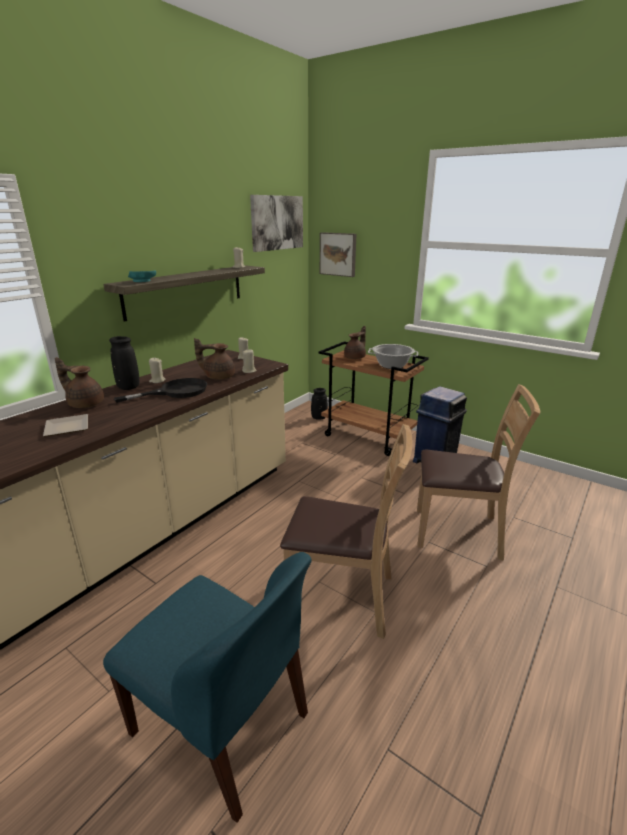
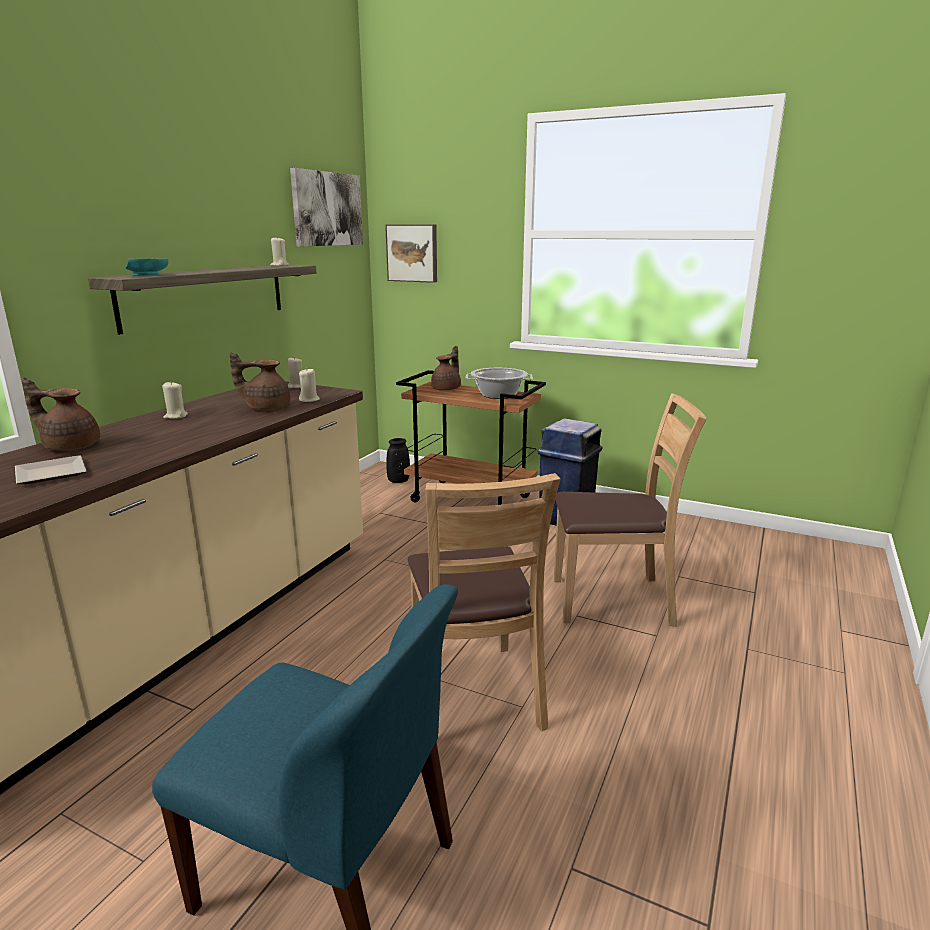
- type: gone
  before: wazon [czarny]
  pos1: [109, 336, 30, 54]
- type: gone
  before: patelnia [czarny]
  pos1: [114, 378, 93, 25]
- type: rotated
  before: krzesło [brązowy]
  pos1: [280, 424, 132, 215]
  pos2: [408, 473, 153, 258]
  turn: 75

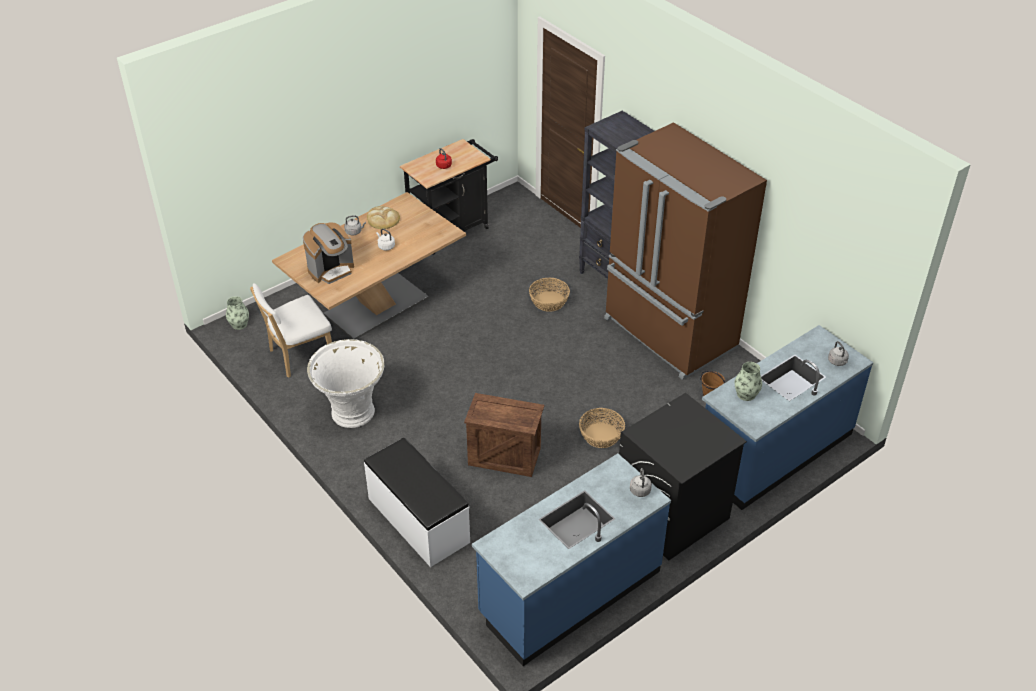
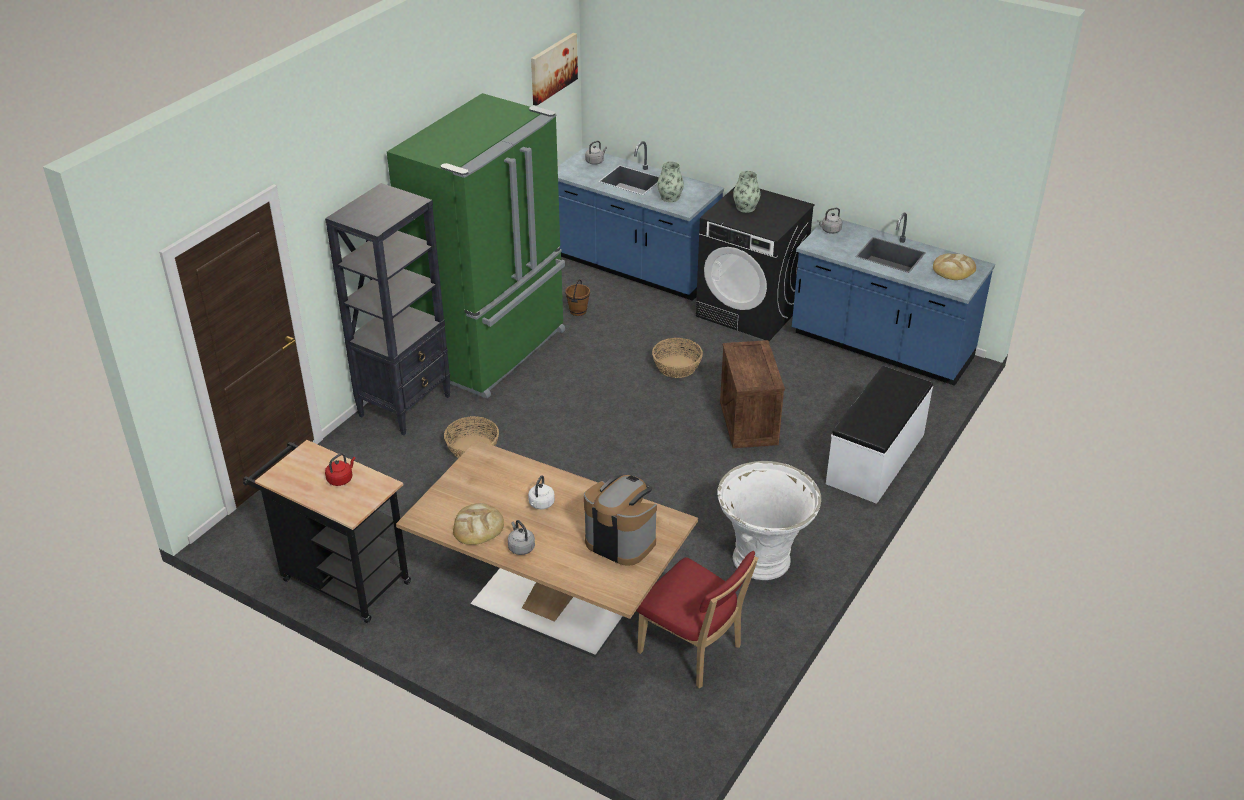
- type: shifted
  before: wazon
  pos1: [226, 296, 23, 34]
  pos2: [733, 171, 28, 42]
- type: repainted
  before: krzesło [biały]
  after: krzesło [czerwony]
  pos1: [250, 283, 82, 95]
  pos2: [636, 551, 122, 137]
- type: repainted
  before: lodówka [brązowy]
  after: lodówka [zielony]
  pos1: [604, 122, 163, 258]
  pos2: [387, 93, 178, 306]
- type: new
  after: obraz
  pos2: [531, 33, 47, 73]
- type: new
  after: chleb
  pos2: [933, 253, 43, 27]

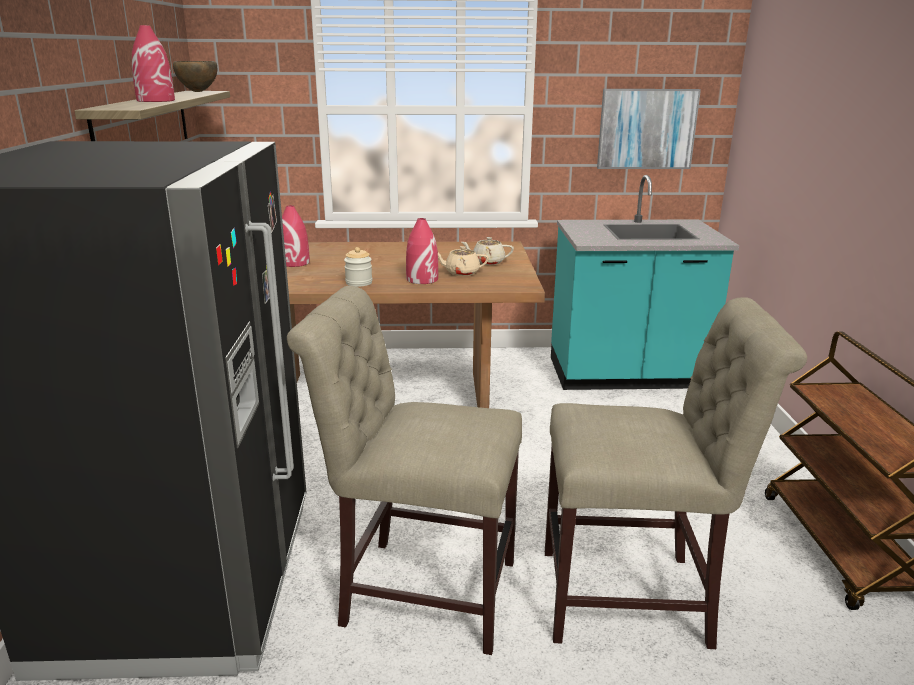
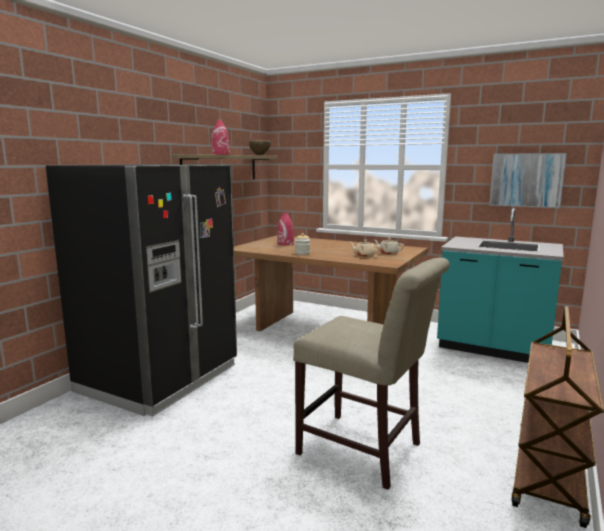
- type: gone
  before: krzesło [beżowy]
  pos1: [287, 286, 235, 369]
- type: gone
  before: wazon [czerwony]
  pos1: [406, 218, 32, 66]

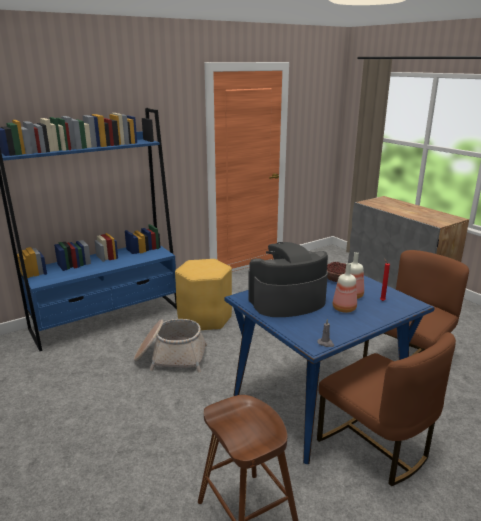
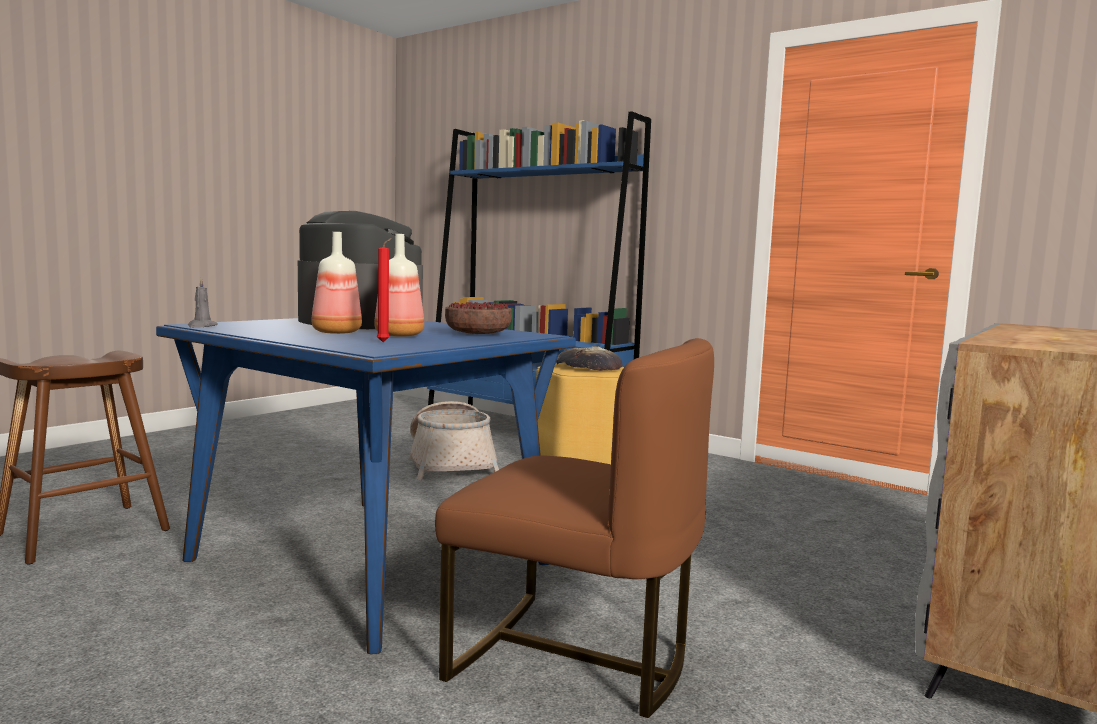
- type: gone
  before: krzesło [brązowy]
  pos1: [317, 332, 139, 154]
- type: new
  after: chleb
  pos2: [556, 346, 67, 25]

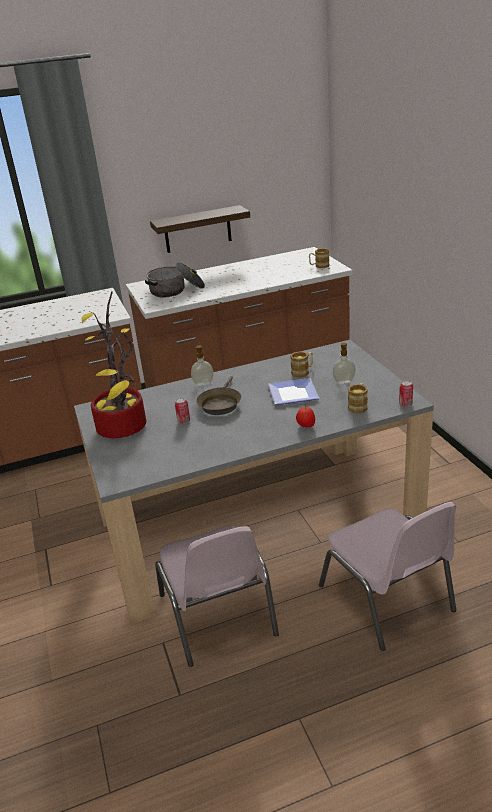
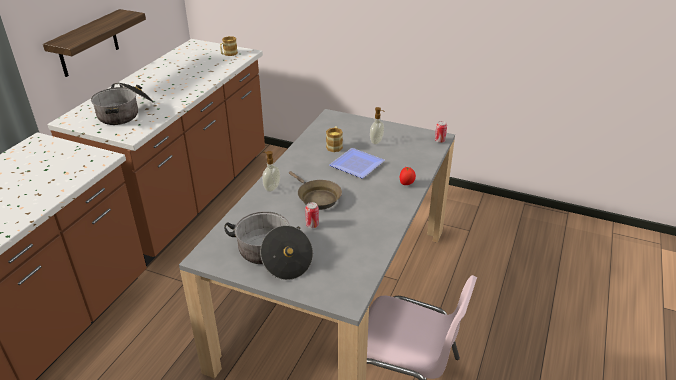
- type: swapped
  before: roślina doniczkowa
  after: garnek
  pos1: [82, 291, 64, 147]
  pos2: [224, 211, 89, 69]
- type: gone
  before: krzesło [różowy]
  pos1: [319, 502, 138, 149]
- type: gone
  before: kubek
  pos1: [348, 383, 20, 30]

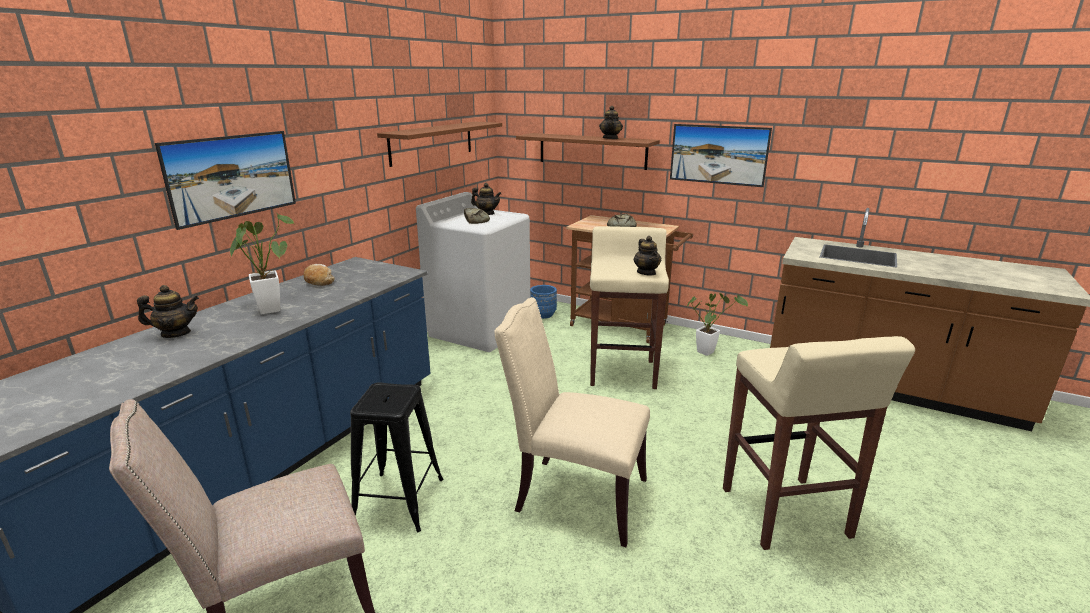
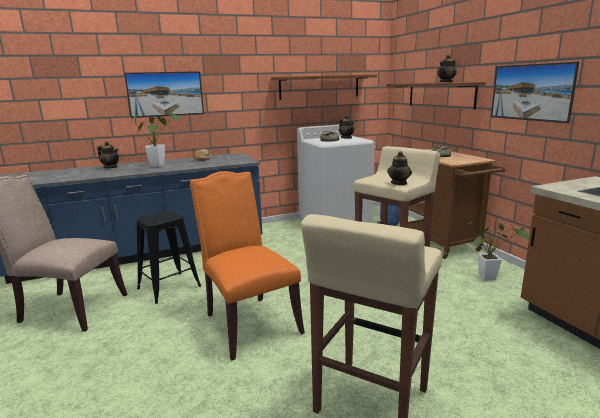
- type: repainted
  before: krzesło [beżowy]
  after: krzesło [pomarańczowy]
  pos1: [494, 297, 156, 250]
  pos2: [190, 171, 115, 189]

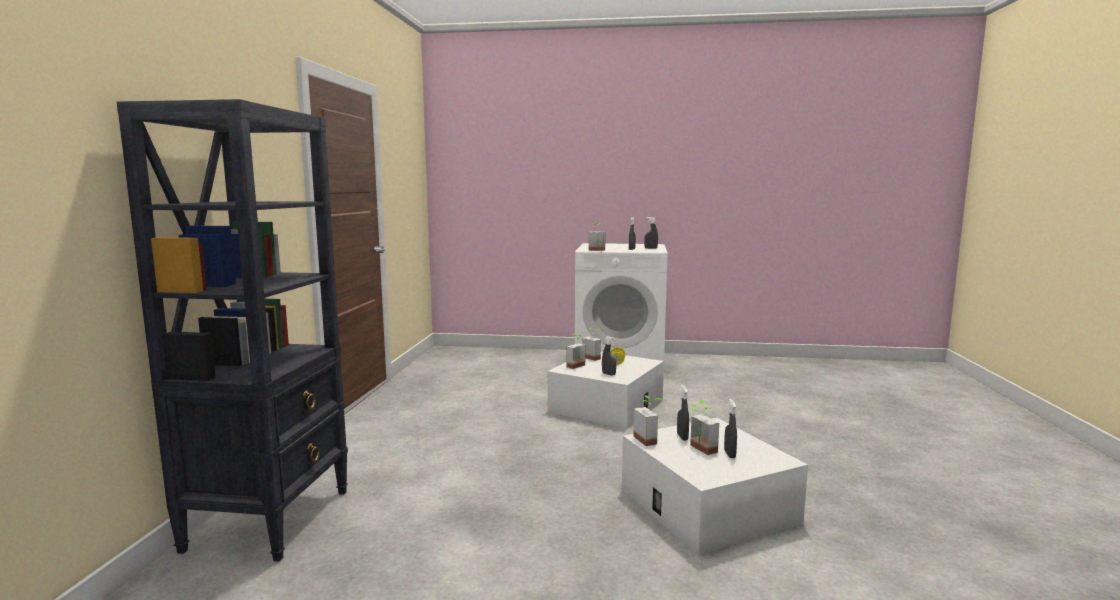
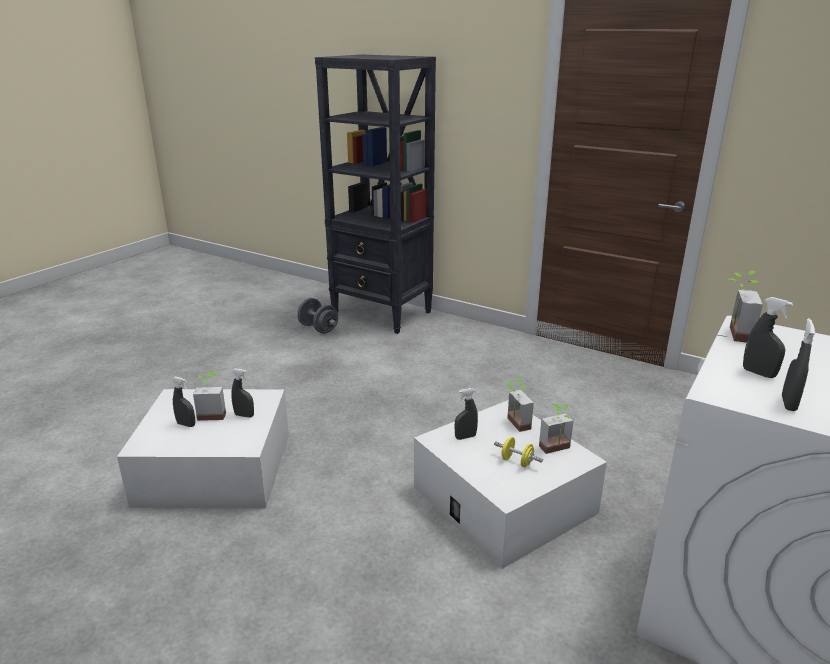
- type: gone
  before: roślina doniczkowa
  pos1: [633, 395, 28, 51]
- type: new
  after: hantel [szary]
  pos2: [297, 298, 41, 36]

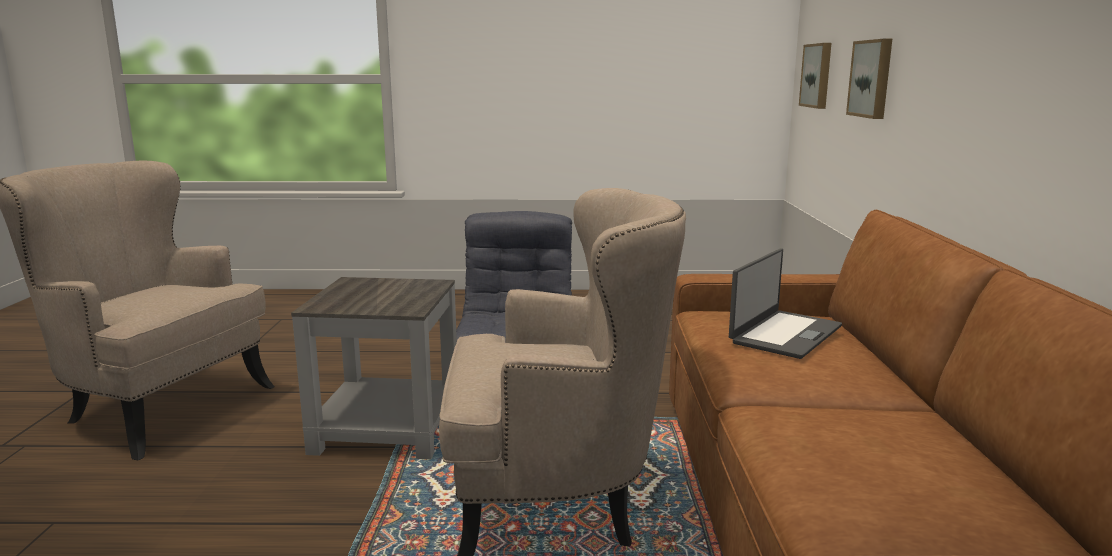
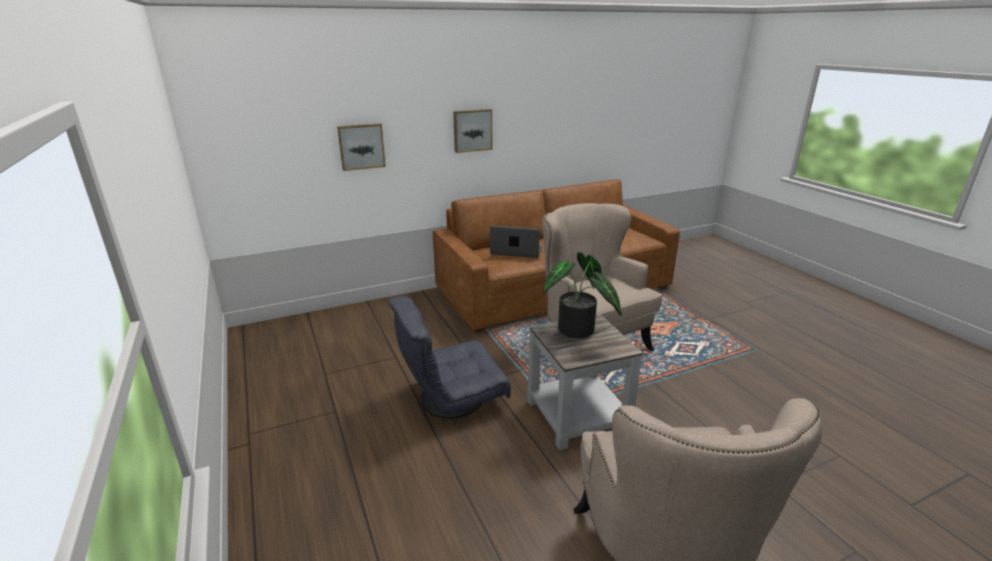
- type: shifted
  before: obraz
  pos1: [799, 43, 33, 66]
  pos2: [453, 109, 39, 44]
- type: new
  after: roślina doniczkowa
  pos2: [543, 252, 79, 86]

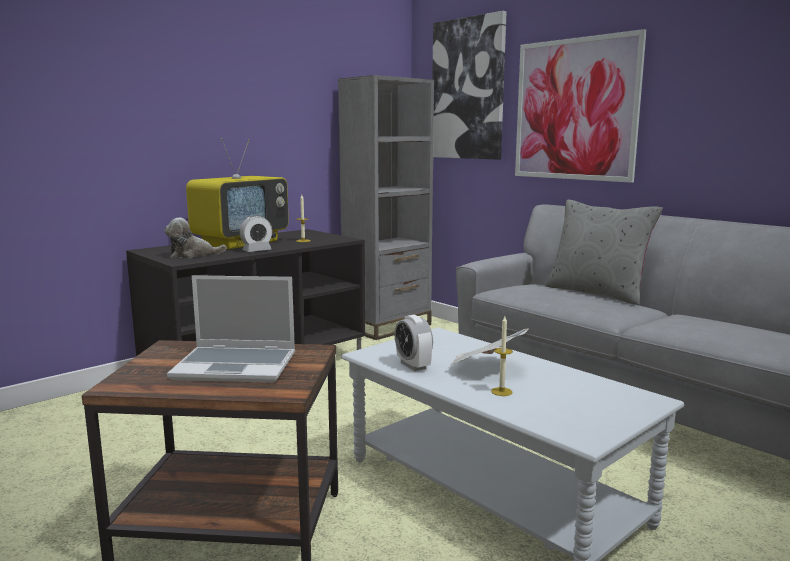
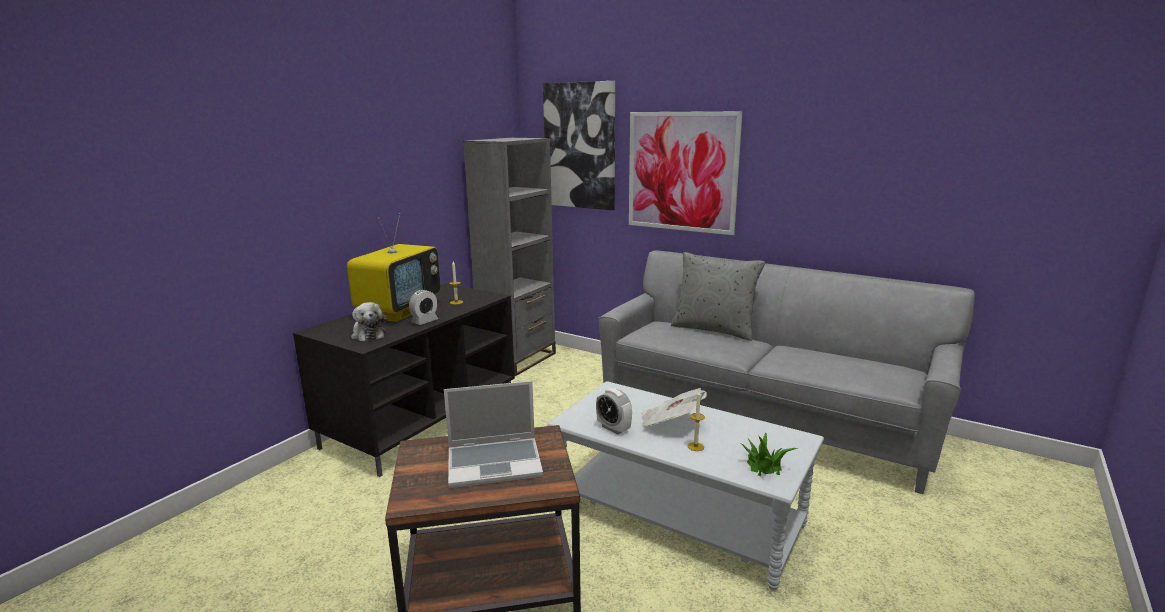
- type: rotated
  before: pluszak
  pos1: [164, 218, 63, 40]
  pos2: [351, 302, 37, 40]
  turn: -90
- type: new
  after: roślina doniczkowa
  pos2: [742, 433, 56, 43]

